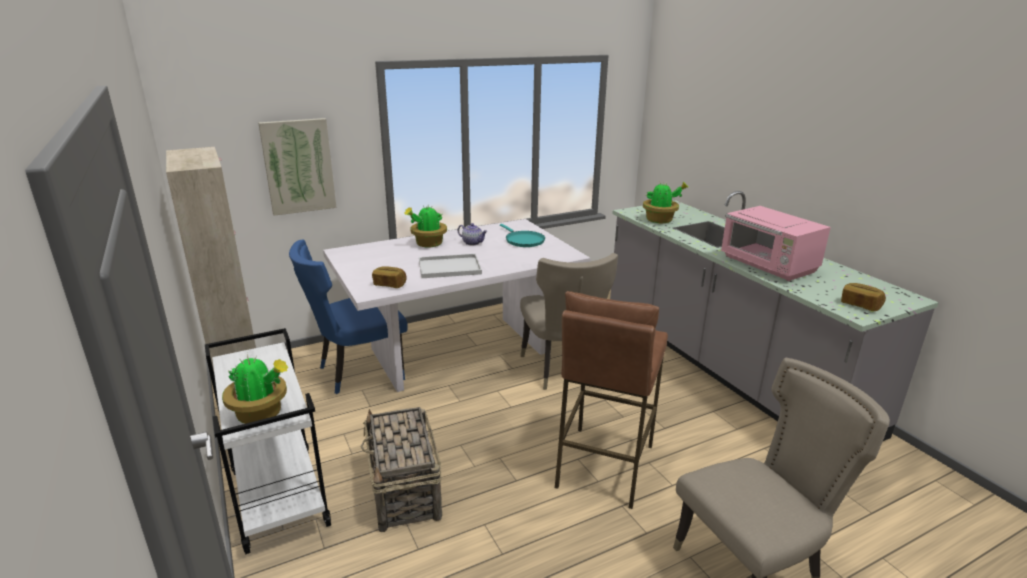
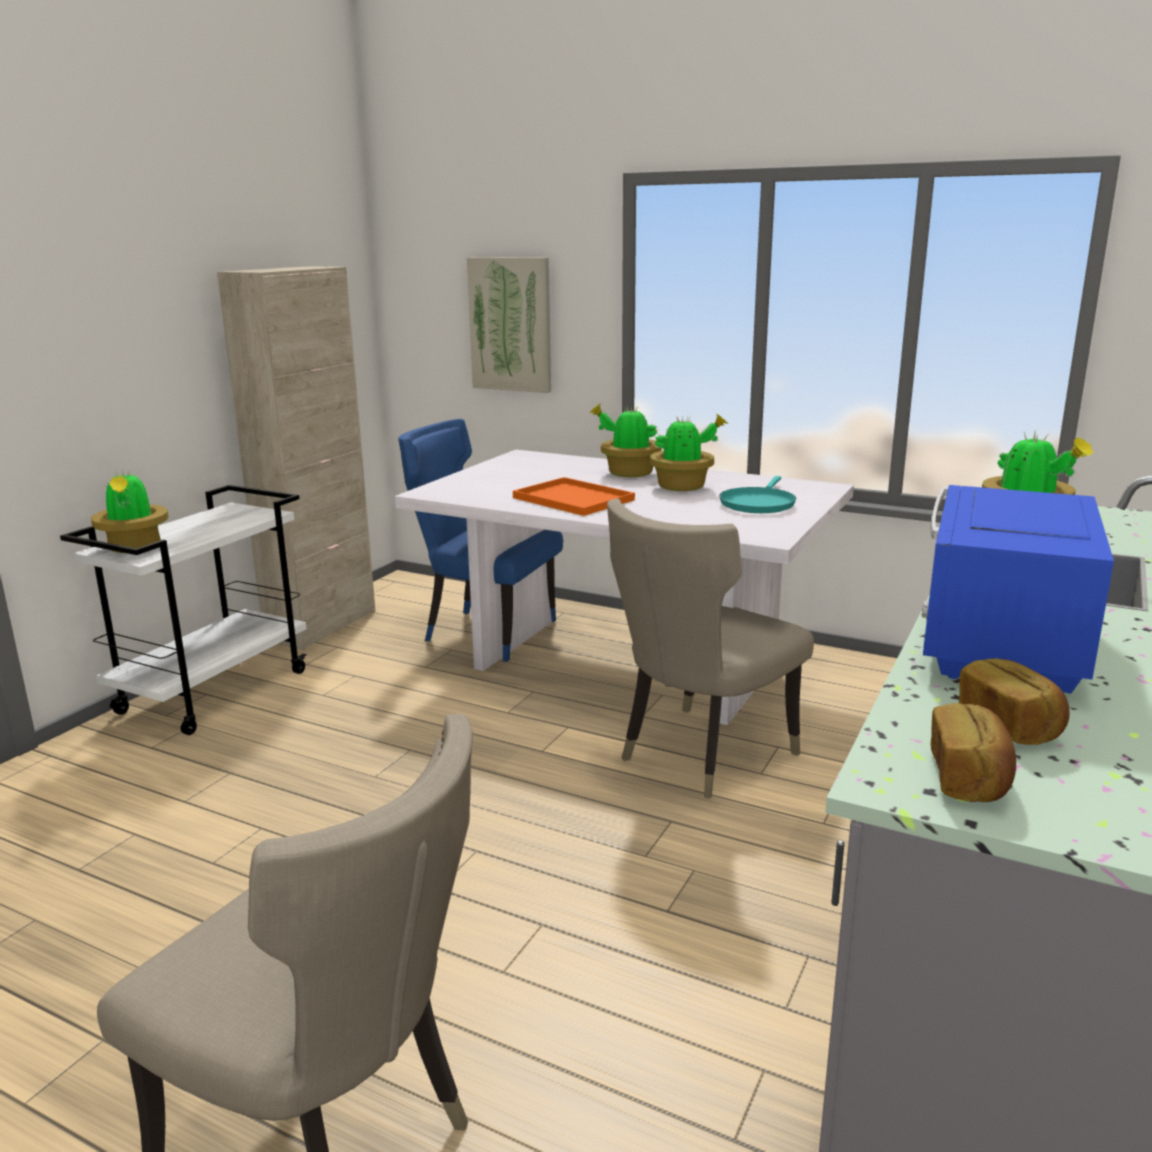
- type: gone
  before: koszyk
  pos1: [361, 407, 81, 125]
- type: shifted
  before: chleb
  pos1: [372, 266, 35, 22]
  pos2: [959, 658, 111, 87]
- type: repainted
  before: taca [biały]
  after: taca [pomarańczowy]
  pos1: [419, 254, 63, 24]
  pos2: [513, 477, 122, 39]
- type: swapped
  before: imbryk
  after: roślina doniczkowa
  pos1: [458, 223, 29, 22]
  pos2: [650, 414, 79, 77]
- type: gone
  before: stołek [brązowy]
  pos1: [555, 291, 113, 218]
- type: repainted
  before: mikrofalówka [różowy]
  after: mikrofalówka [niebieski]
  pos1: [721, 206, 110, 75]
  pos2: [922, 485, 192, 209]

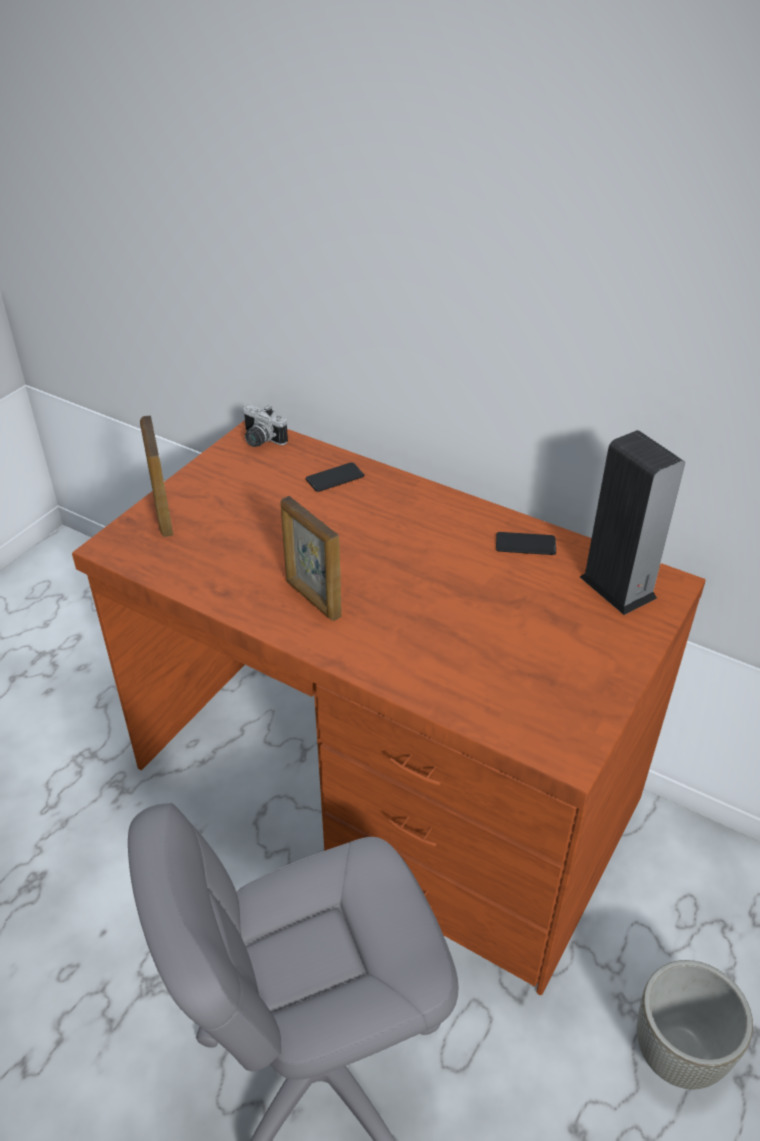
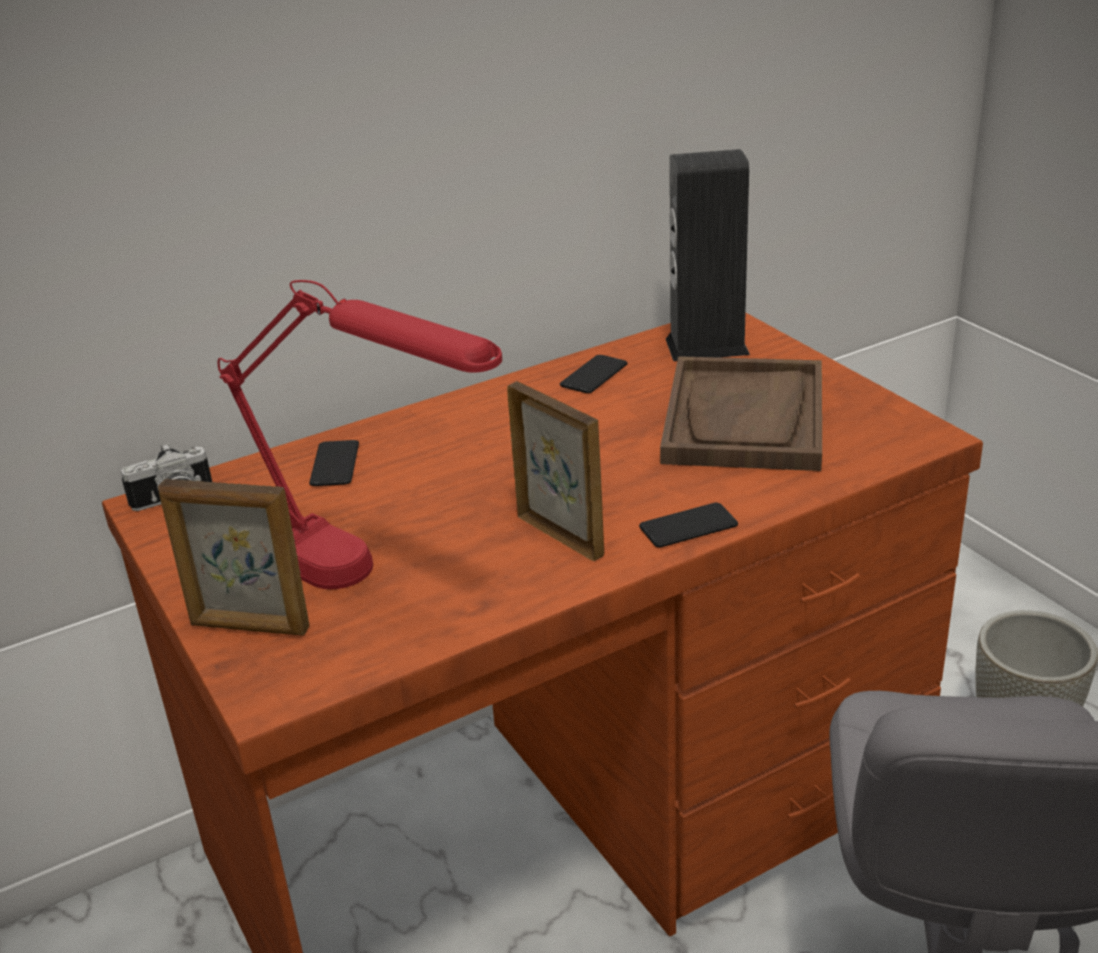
- type: rotated
  before: ramka na zdjęcie
  pos1: [280, 496, 62, 125]
  pos2: [507, 381, 97, 181]
  turn: -120
- type: new
  after: lampa stołowa [czerwony]
  pos2: [218, 280, 284, 309]
- type: new
  after: telefon
  pos2: [639, 503, 99, 44]
- type: new
  after: taca [brązowy]
  pos2: [660, 356, 162, 115]

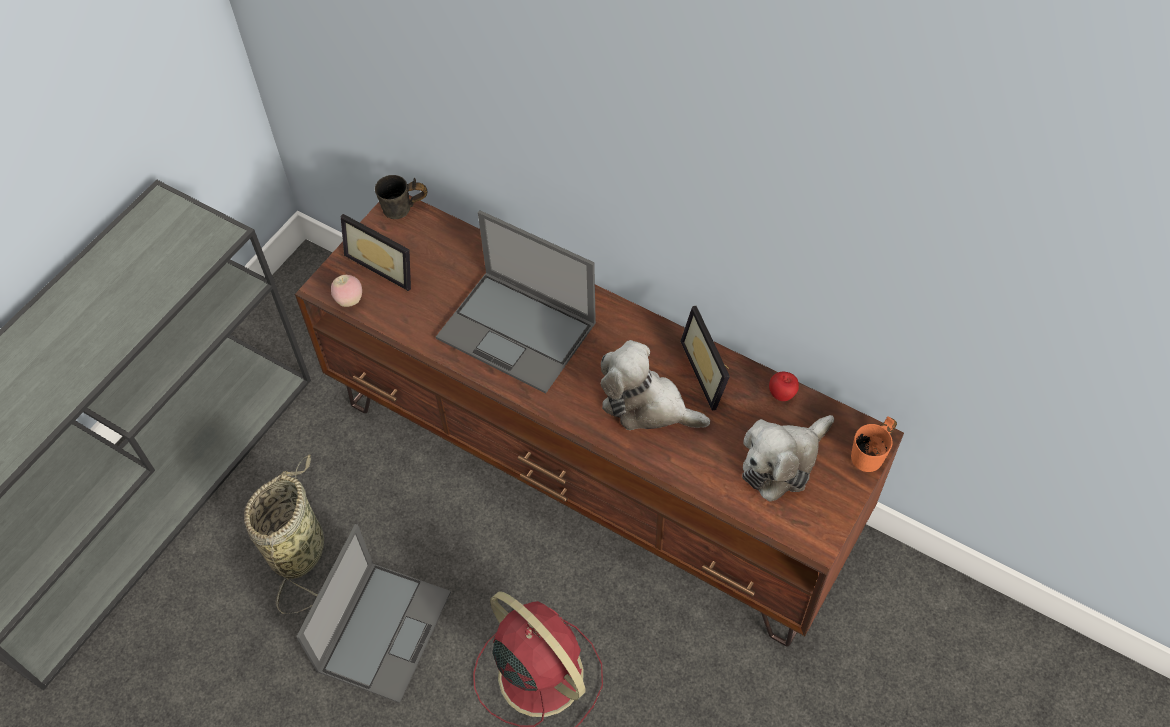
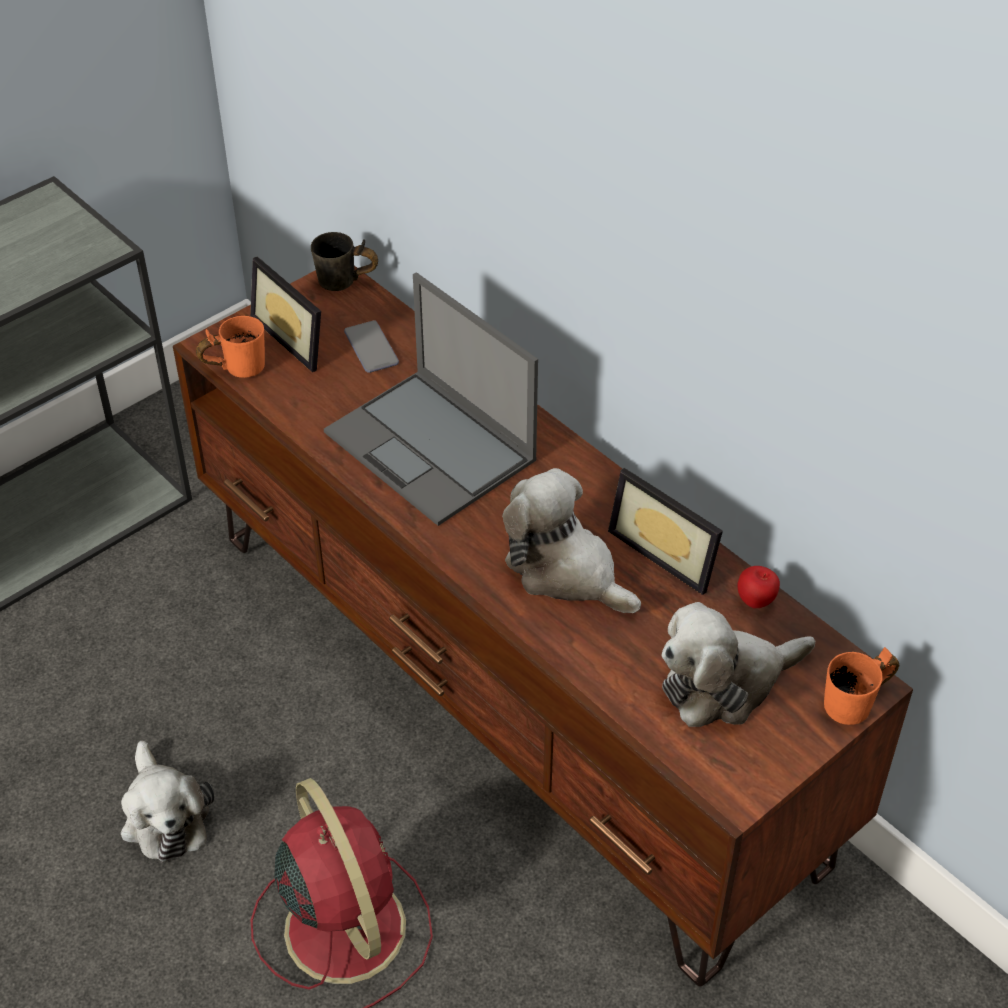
- type: gone
  before: koszyk
  pos1: [244, 454, 80, 160]
- type: swapped
  before: laptop
  after: pluszak
  pos1: [296, 524, 155, 179]
  pos2: [121, 741, 93, 122]
- type: swapped
  before: jabłko
  after: kubek [pomarańczowy]
  pos1: [331, 275, 31, 32]
  pos2: [196, 316, 69, 62]
- type: rotated
  before: ramka na zdjęcie
  pos1: [680, 306, 50, 105]
  pos2: [608, 468, 115, 127]
  turn: -45
- type: new
  after: telefon
  pos2: [344, 320, 55, 53]

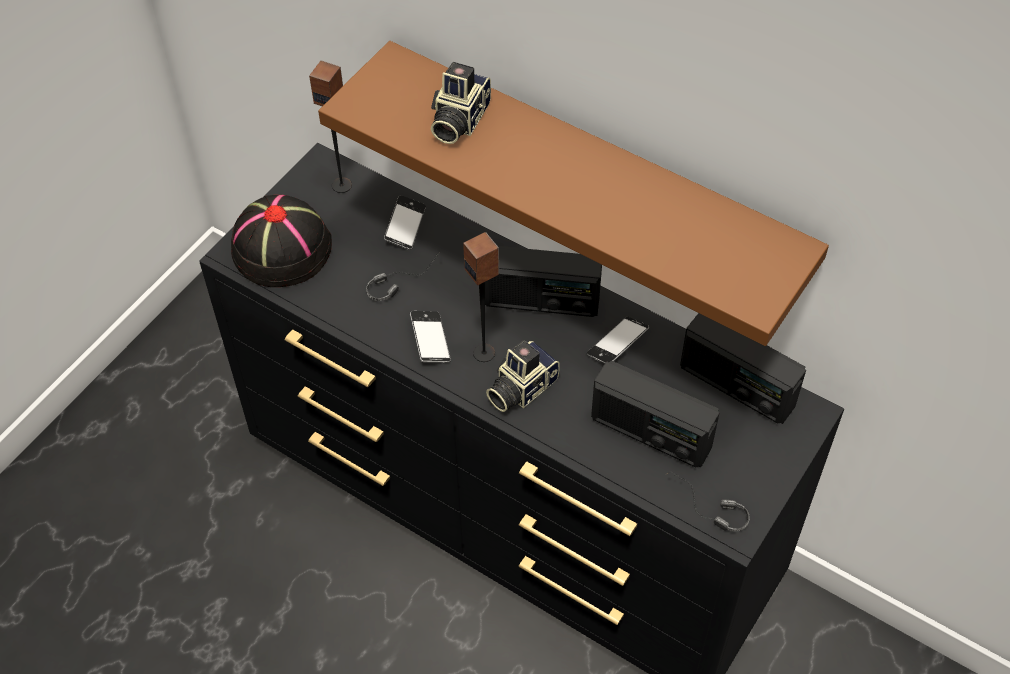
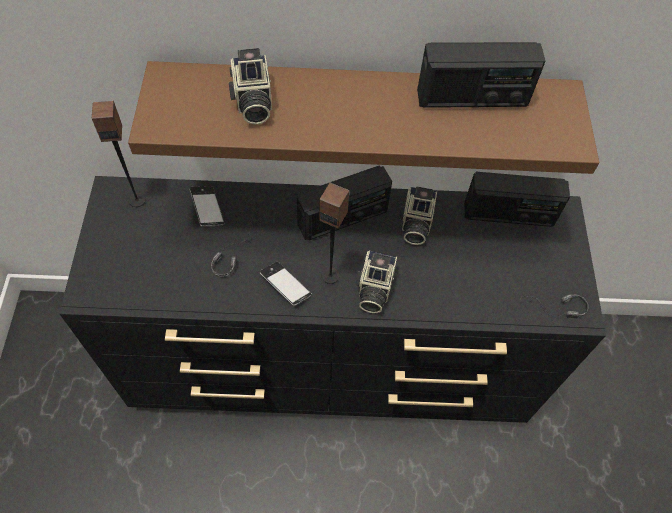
- type: gone
  before: kapelusz [czarny]
  pos1: [231, 195, 101, 92]
- type: swapped
  before: telefon
  after: aparat fotograficzny
  pos1: [587, 317, 62, 47]
  pos2: [399, 187, 38, 58]
- type: shifted
  before: radio
  pos1: [591, 361, 129, 107]
  pos2: [417, 42, 129, 66]

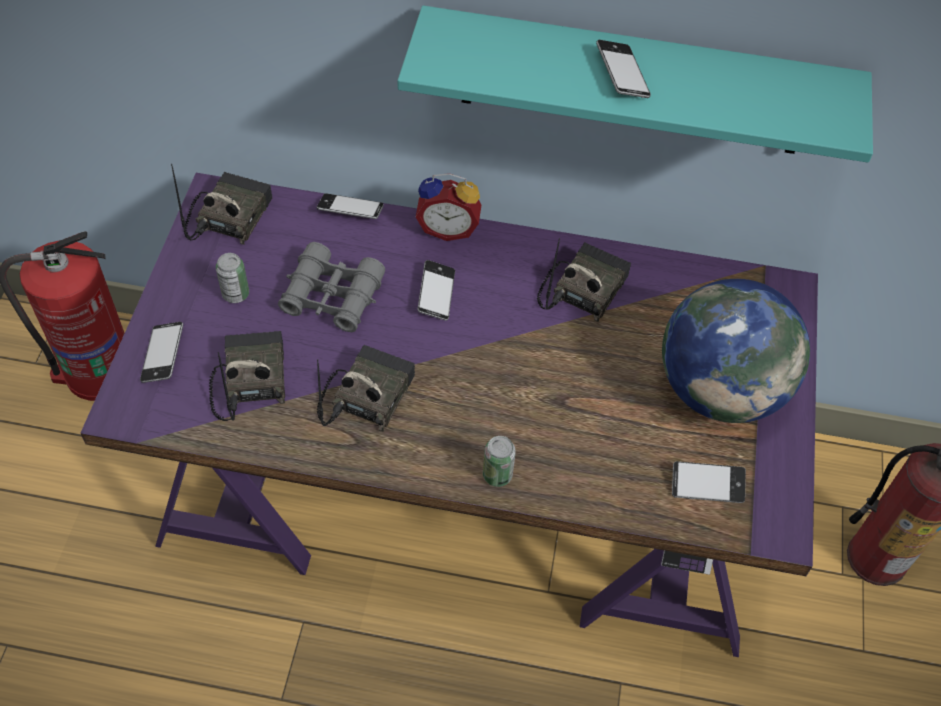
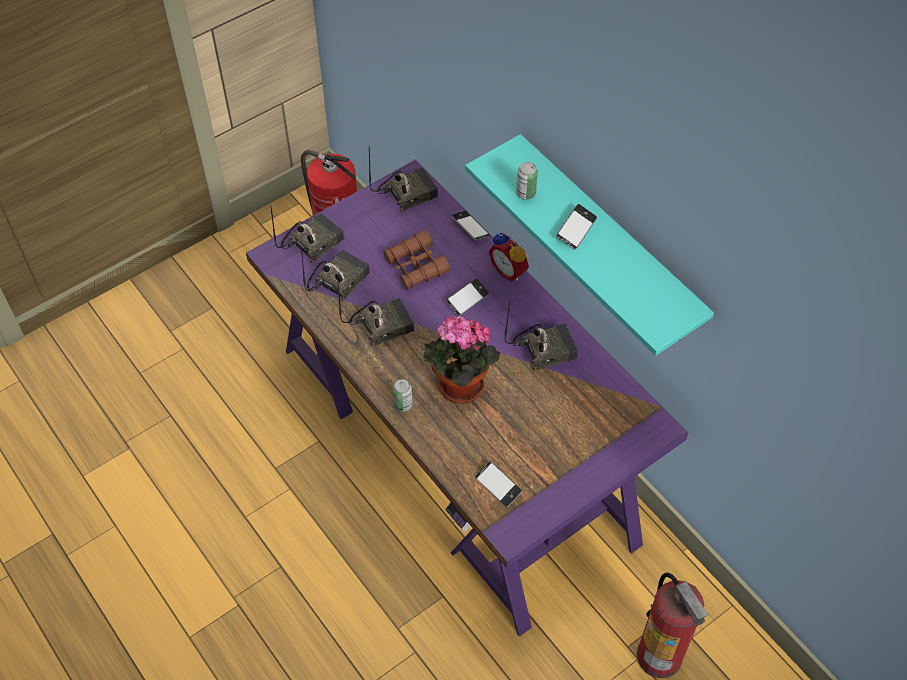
- type: swapped
  before: telefon
  after: radio
  pos1: [140, 322, 43, 61]
  pos2: [270, 203, 74, 60]
- type: shifted
  before: puszka
  pos1: [216, 253, 33, 50]
  pos2: [516, 162, 22, 38]
- type: repainted
  before: lornetka [szary]
  after: lornetka [brązowy]
  pos1: [278, 242, 107, 90]
  pos2: [383, 231, 67, 59]
- type: gone
  before: globus
  pos1: [662, 279, 148, 144]
- type: new
  after: roślina doniczkowa
  pos2: [424, 316, 76, 88]

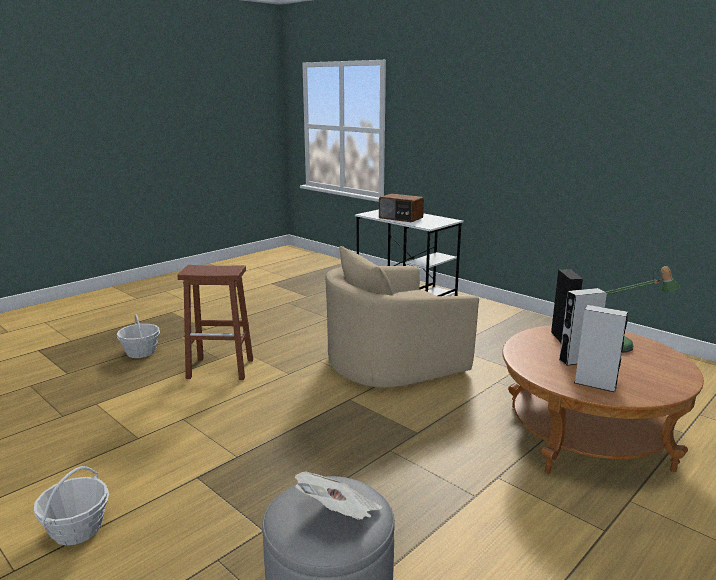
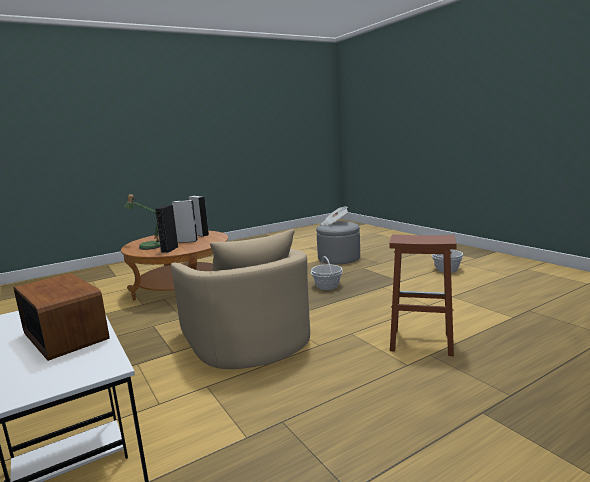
- type: shifted
  before: koszyk
  pos1: [117, 314, 43, 44]
  pos2: [311, 256, 32, 34]
- type: rotated
  before: fotel [beżowy]
  pos1: [325, 246, 154, 142]
  pos2: [171, 229, 139, 140]
  turn: 75

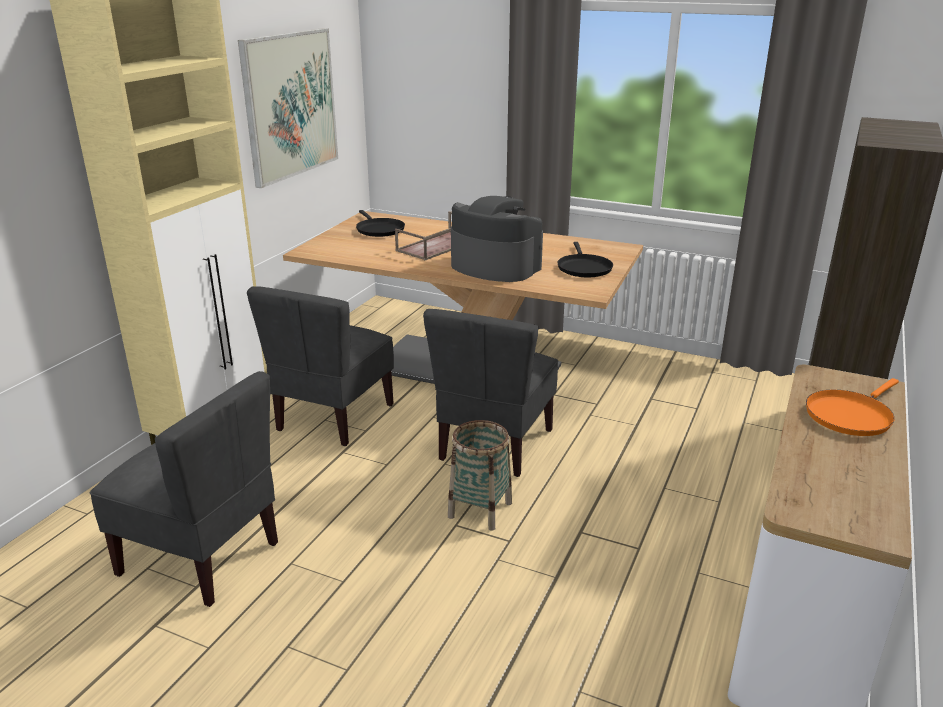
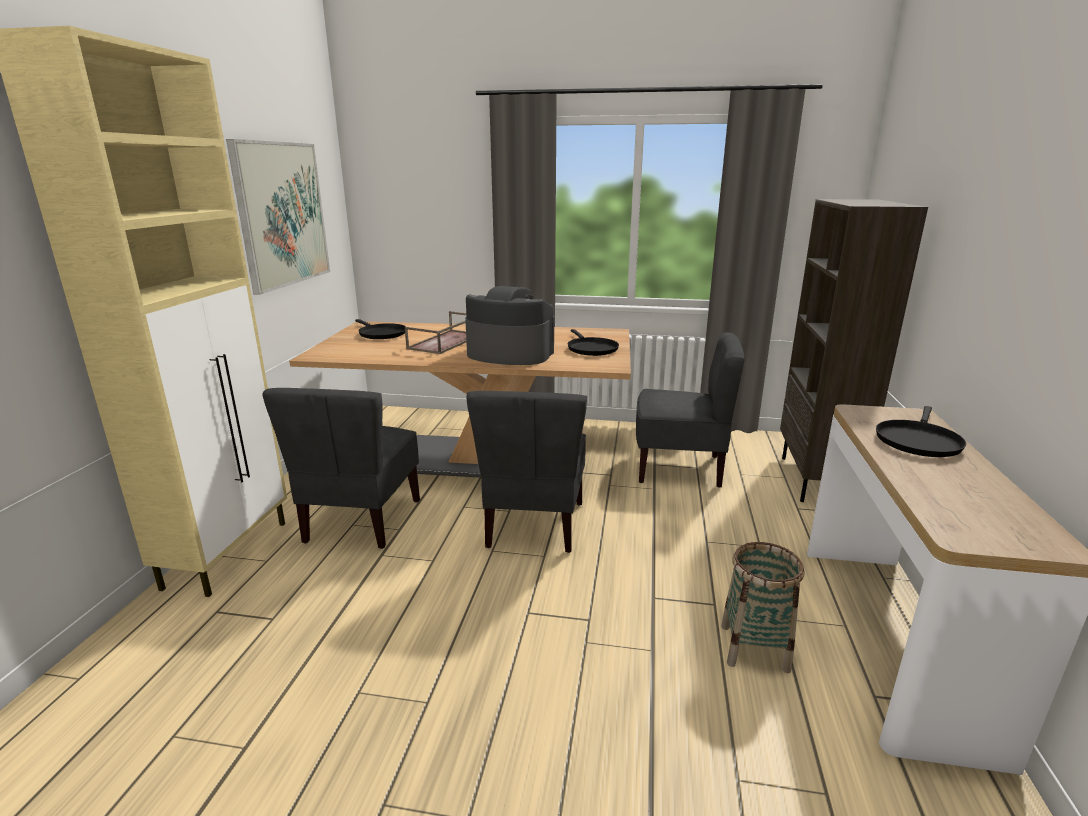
- type: shifted
  before: krzesło [szary]
  pos1: [90, 371, 188, 236]
  pos2: [636, 332, 108, 156]
- type: shifted
  before: koszyk
  pos1: [448, 420, 64, 110]
  pos2: [721, 542, 84, 131]
- type: repainted
  before: patelnia [pomarańczowy]
  after: patelnia [czarny]
  pos1: [806, 378, 93, 58]
  pos2: [876, 406, 90, 51]

